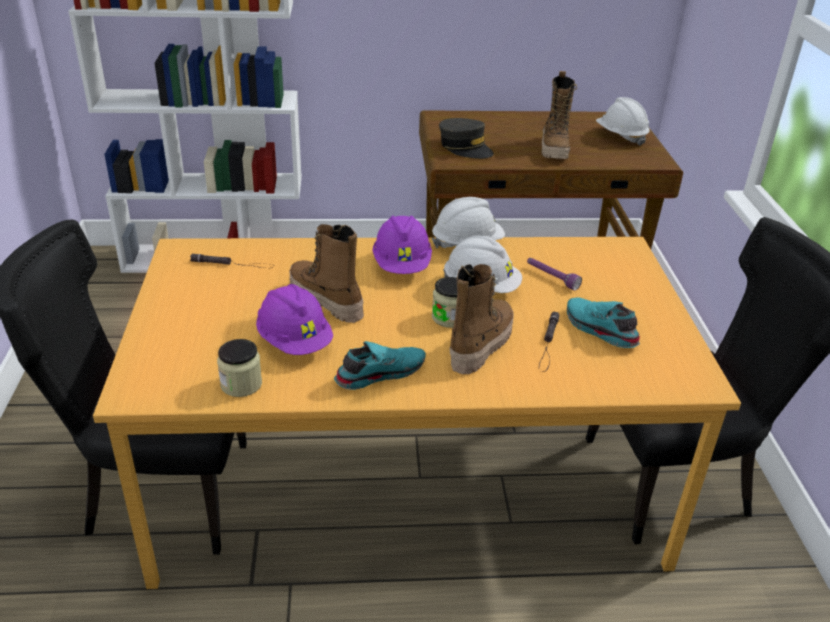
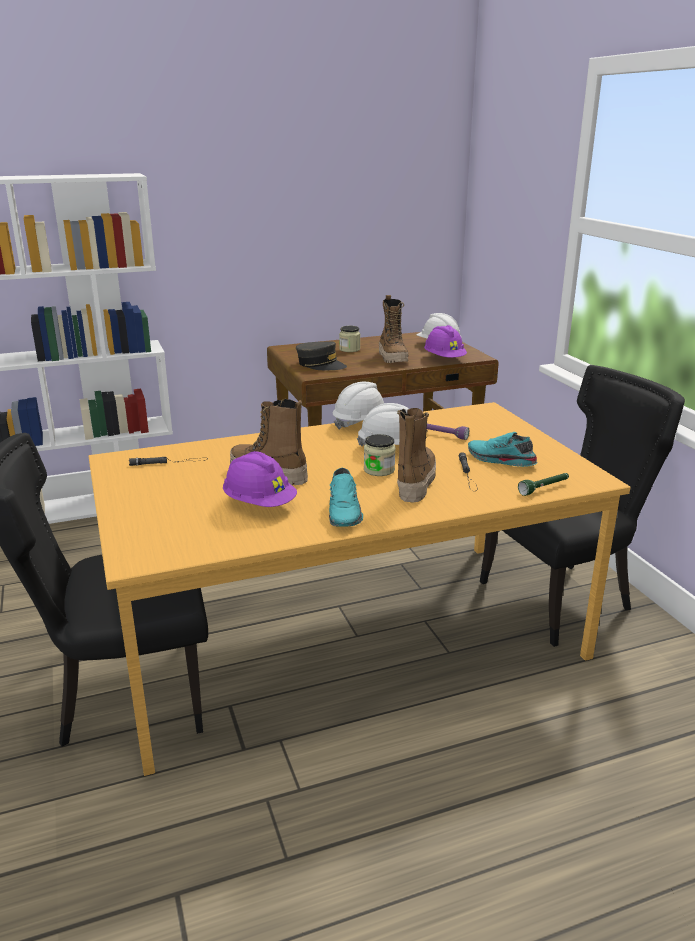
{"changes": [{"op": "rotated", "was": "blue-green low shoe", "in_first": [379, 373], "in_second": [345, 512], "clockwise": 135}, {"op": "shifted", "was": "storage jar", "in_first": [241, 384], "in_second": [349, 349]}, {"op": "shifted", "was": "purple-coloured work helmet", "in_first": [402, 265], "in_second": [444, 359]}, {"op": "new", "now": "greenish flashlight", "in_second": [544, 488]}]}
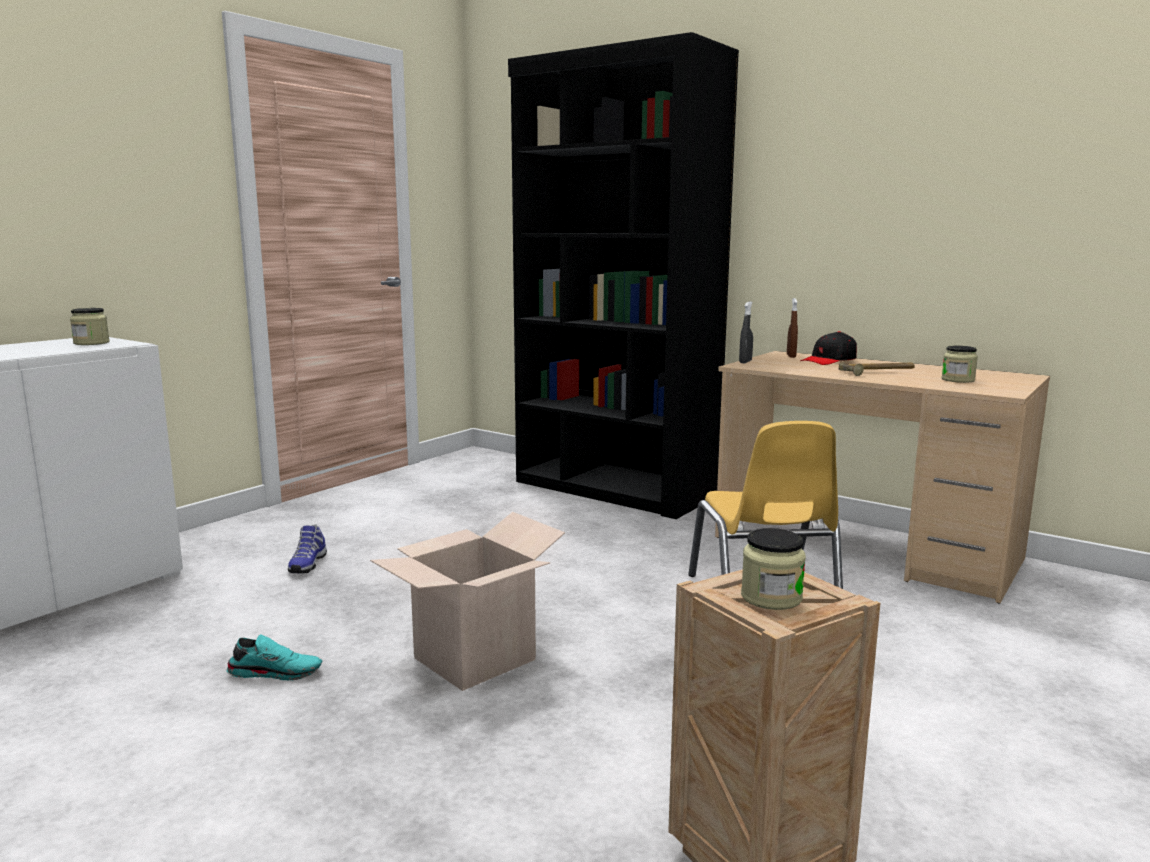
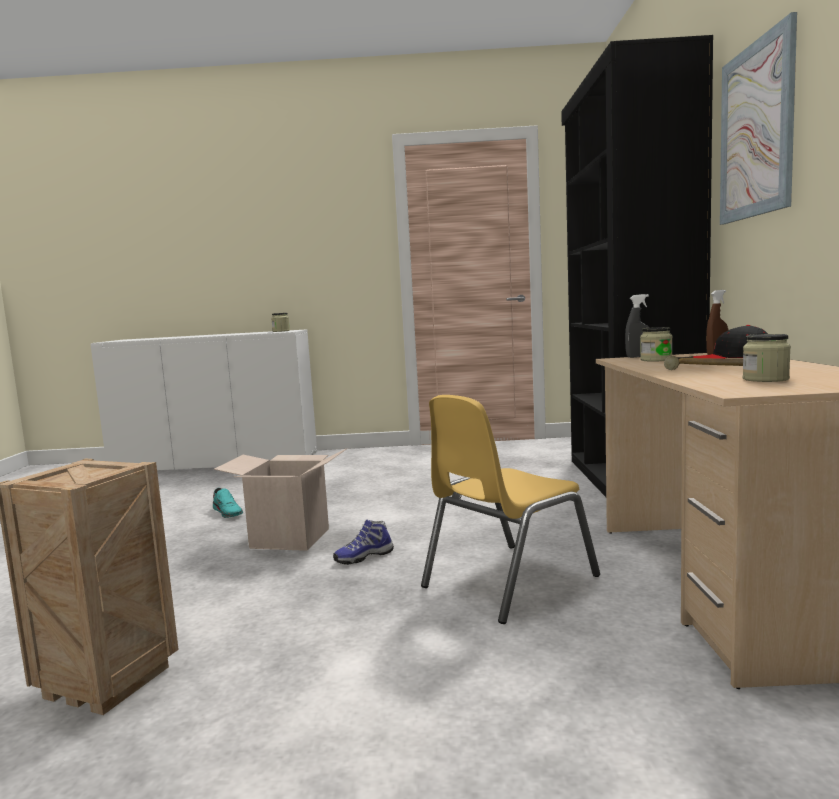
{"changes": [{"op": "shifted", "was": "low shoe", "in_first": [307, 564], "in_second": [363, 557]}, {"op": "shifted", "was": "storage jar", "in_first": [771, 597], "in_second": [656, 360]}, {"op": "new", "now": "wall picture", "in_second": [756, 131]}]}
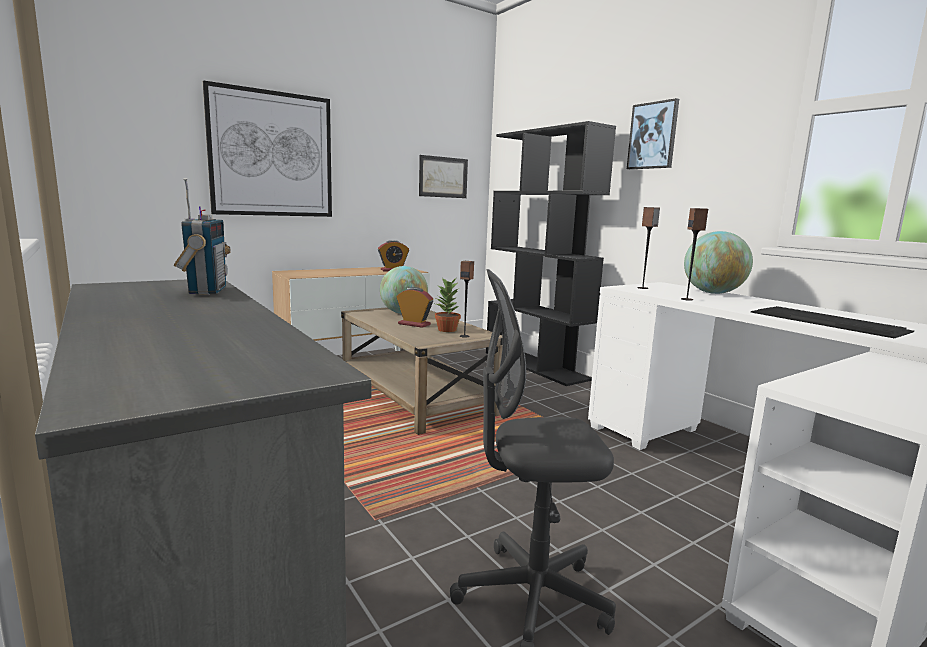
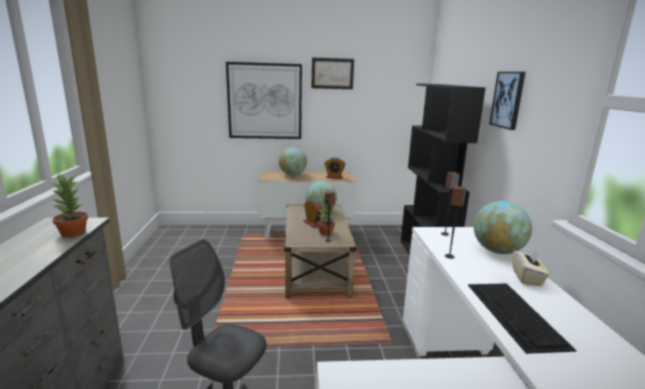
{"changes": [{"op": "swapped", "was": "radio receiver", "now": "potted plant", "in_first": [206, 290], "in_second": [74, 232]}, {"op": "new", "now": "desk globe", "in_second": [292, 175]}, {"op": "shifted", "was": "wall picture", "in_first": [443, 177], "in_second": [332, 73]}, {"op": "new", "now": "beige box of tissues", "in_second": [527, 277]}]}
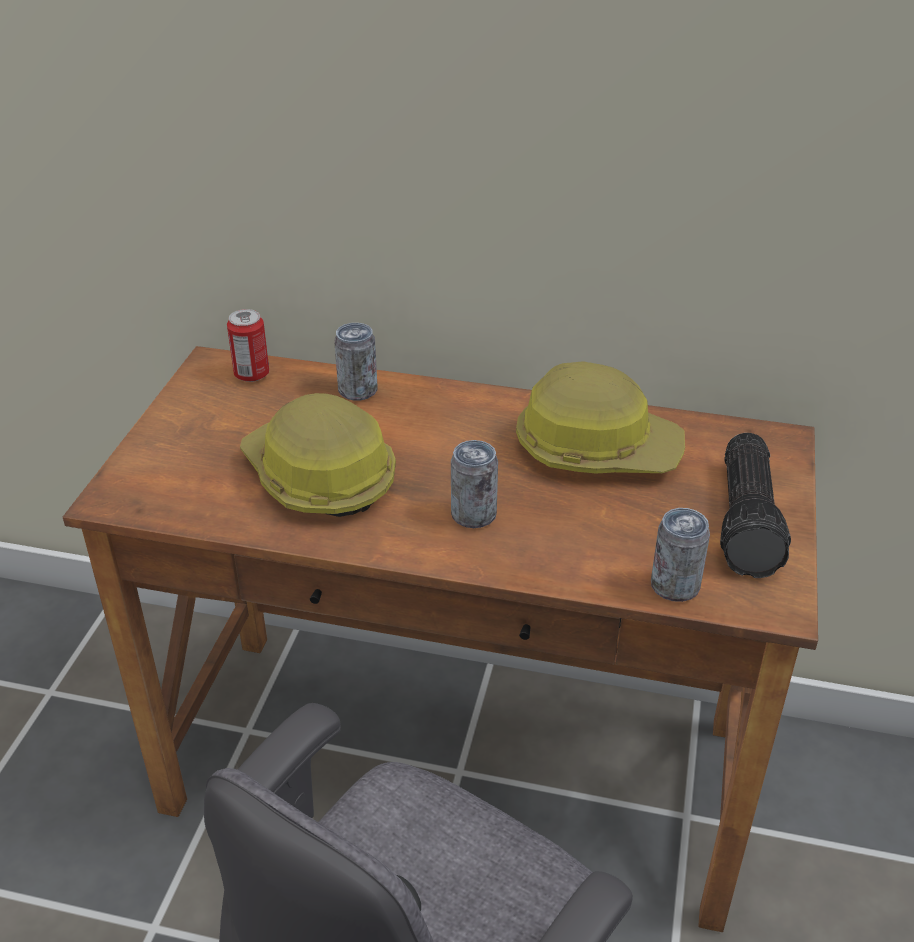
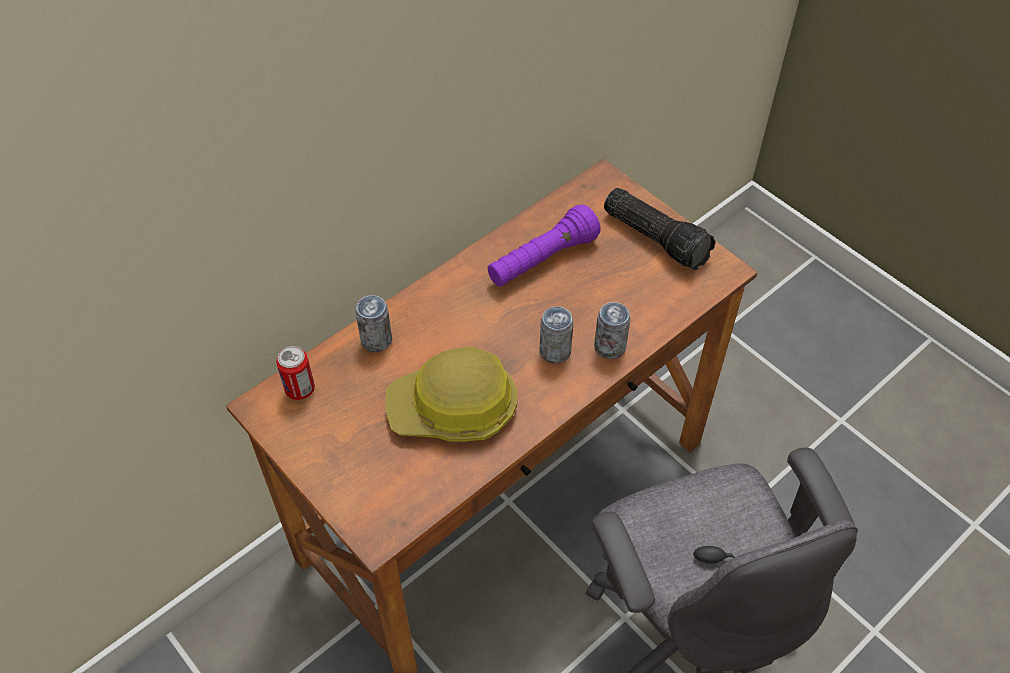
{"changes": [{"op": "swapped", "was": "work helmet", "now": "purple-coloured flashlight", "in_first": [596, 448], "in_second": [542, 260]}, {"op": "shifted", "was": "can", "in_first": [675, 586], "in_second": [609, 347]}]}
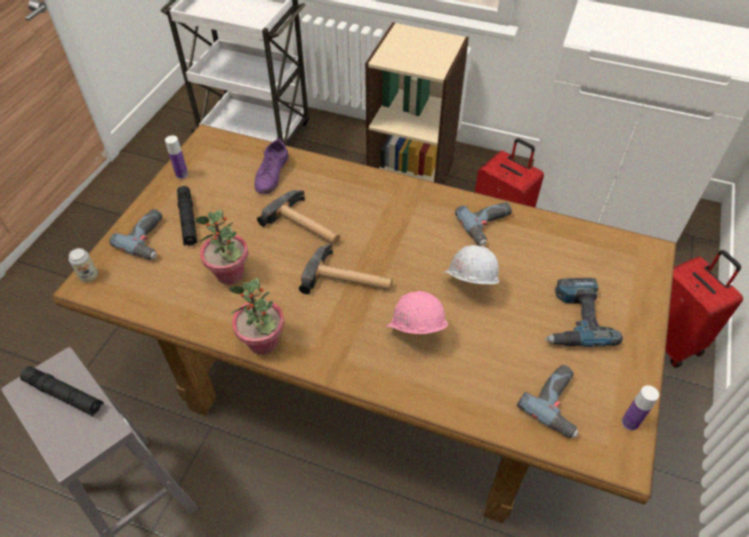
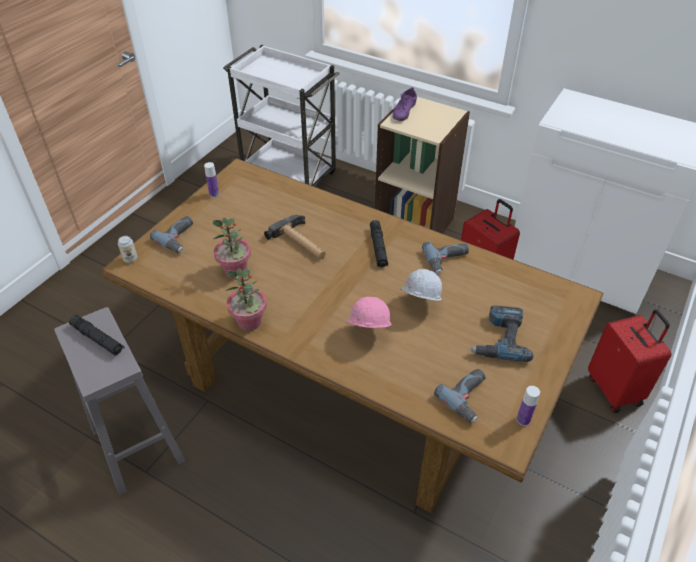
{"changes": [{"op": "shifted", "was": "blackish flashlight", "in_first": [188, 220], "in_second": [378, 248]}, {"op": "shifted", "was": "purple-coloured low shoe", "in_first": [272, 174], "in_second": [404, 111]}, {"op": "gone", "was": "hand hammer", "in_first": [349, 279]}]}
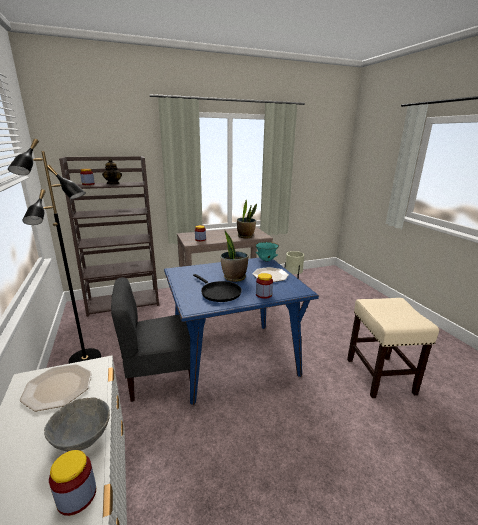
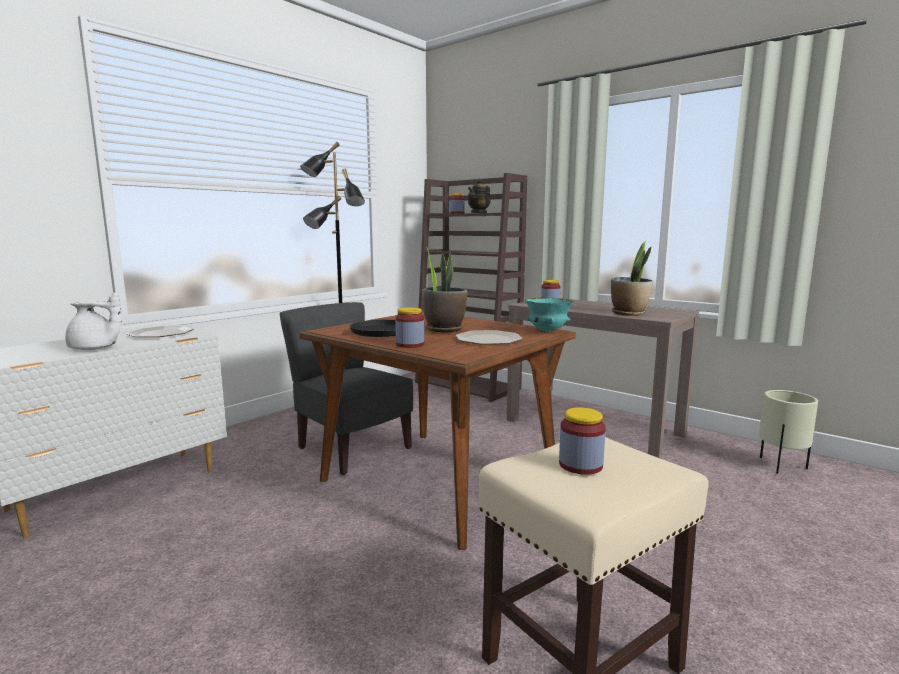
{"changes": [{"op": "swapped", "was": "gray deep dish", "now": "whitish pot for tea", "in_first": [83, 438], "in_second": [95, 348]}, {"op": "repainted", "was": "bluish dinner table", "now": "brown-coloured dinner table", "in_first": [233, 359], "in_second": [437, 480]}, {"op": "shifted", "was": "storage jar", "in_first": [77, 496], "in_second": [580, 465]}]}
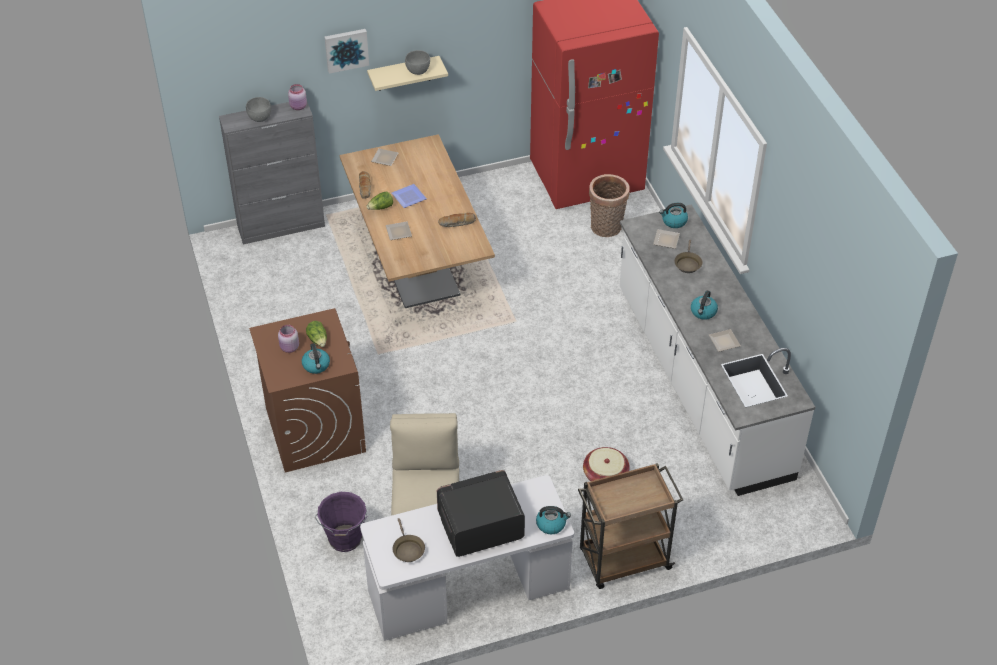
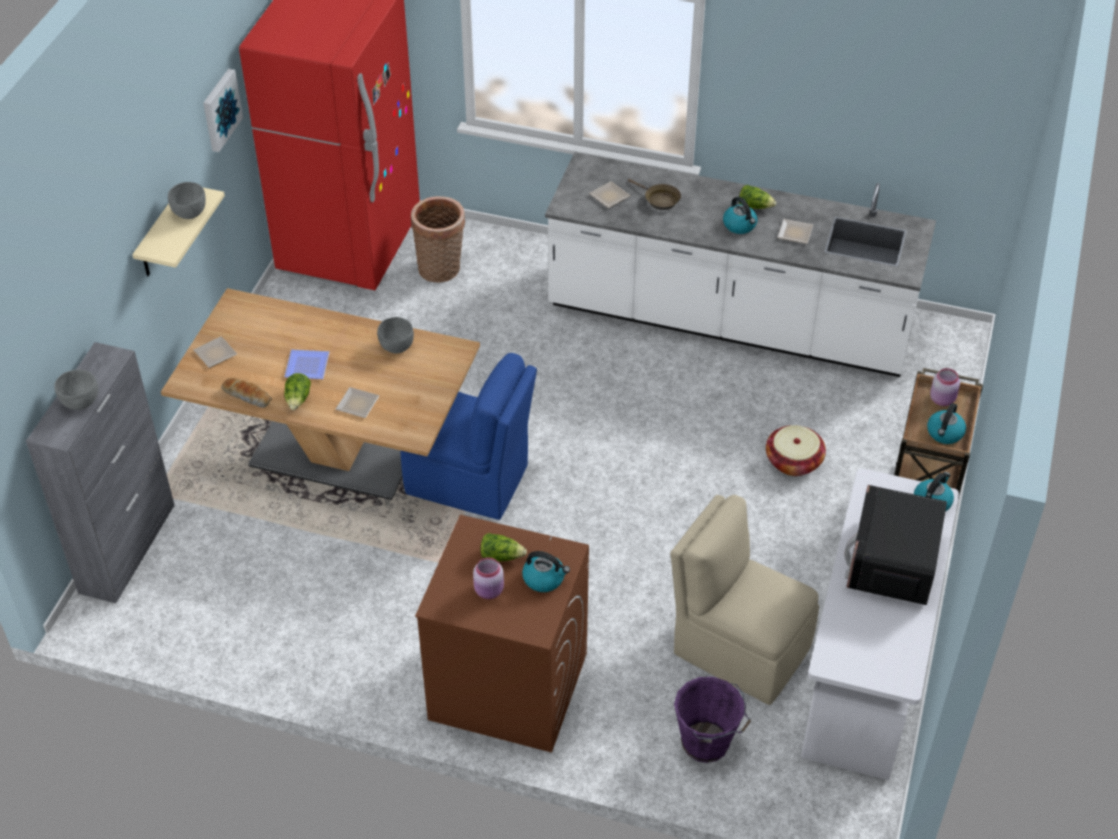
{"changes": [{"op": "shifted", "was": "wall picture", "in_first": [346, 49], "in_second": [220, 109]}, {"op": "swapped", "was": "baked bread", "now": "gray deep dish", "in_first": [457, 223], "in_second": [397, 347]}, {"op": "new", "now": "bluish plain chair", "in_second": [470, 481]}, {"op": "new", "now": "lettuce head", "in_second": [755, 206]}, {"op": "shifted", "was": "water kettle", "in_first": [674, 221], "in_second": [945, 433]}, {"op": "shifted", "was": "pink storage jar", "in_first": [298, 107], "in_second": [943, 399]}, {"op": "gone", "was": "brown-coloured skillet", "in_first": [407, 549]}]}
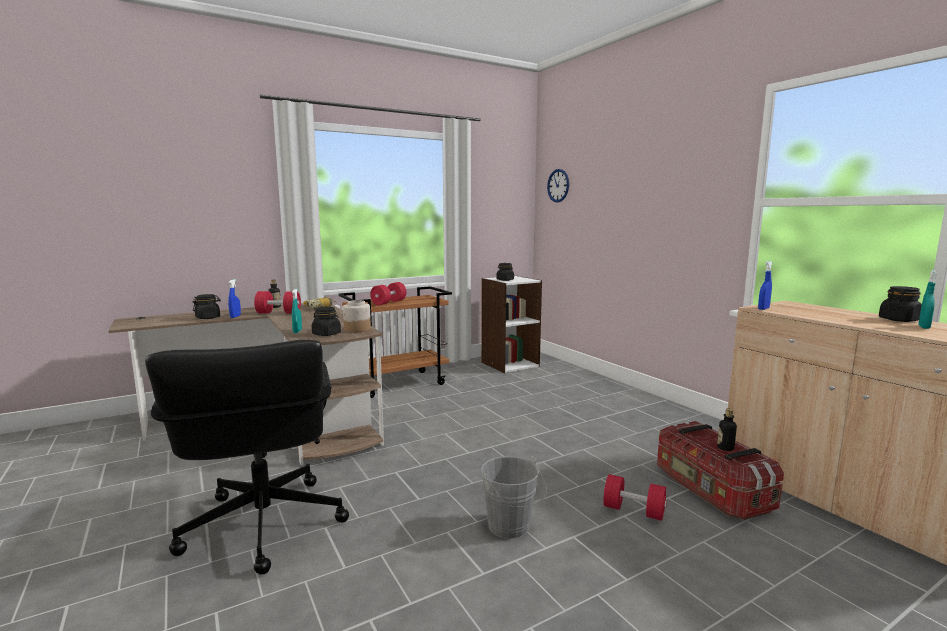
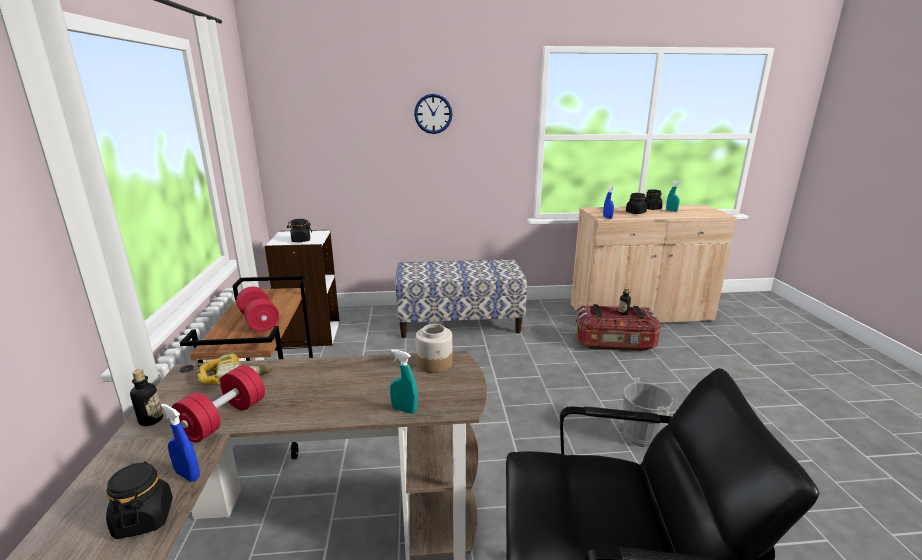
{"changes": [{"op": "new", "now": "bench", "in_second": [459, 323]}, {"op": "shifted", "was": "hanging clock", "in_first": [558, 185], "in_second": [433, 114]}, {"op": "shifted", "was": "blackish storage jar", "in_first": [326, 334], "in_second": [635, 212]}, {"op": "gone", "was": "reddish hand weight", "in_first": [633, 511]}]}
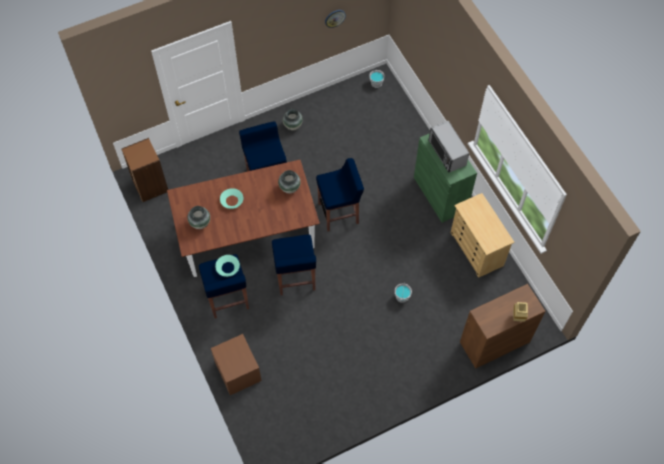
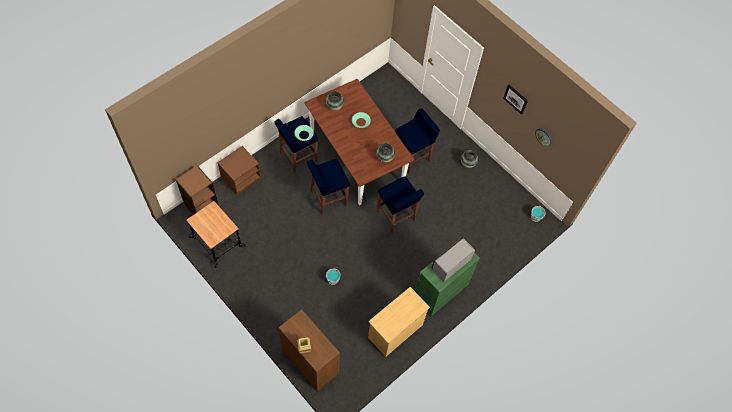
{"changes": [{"op": "shifted", "was": "brown-coloured bookshelf", "in_first": [150, 185], "in_second": [201, 205]}, {"op": "new", "now": "cart", "in_second": [217, 242]}, {"op": "new", "now": "wall picture", "in_second": [516, 99]}]}
